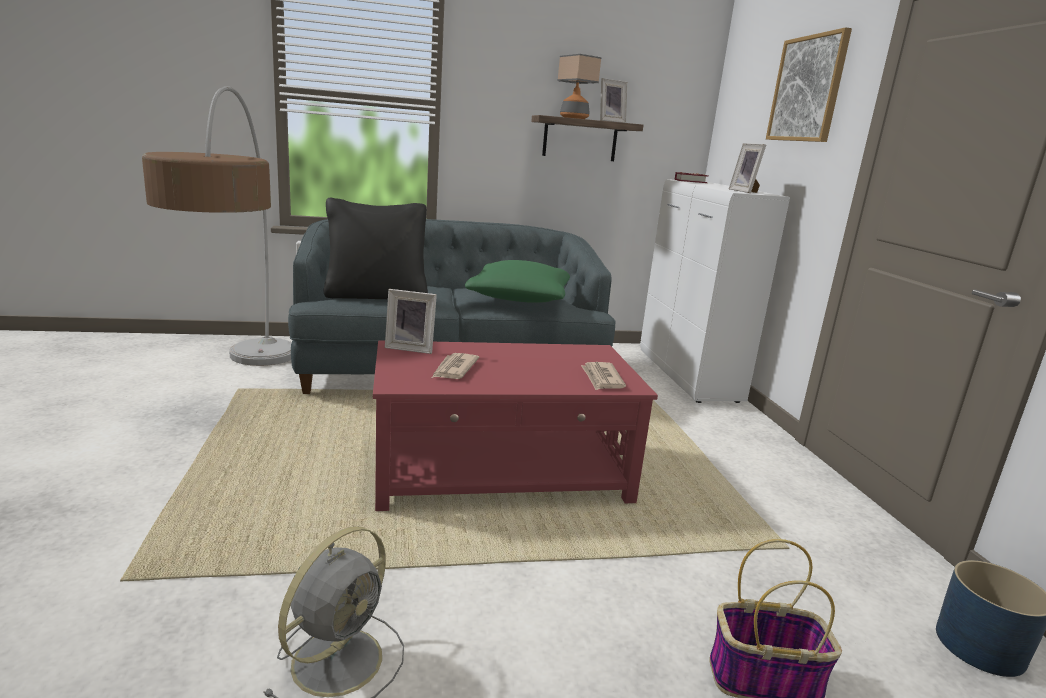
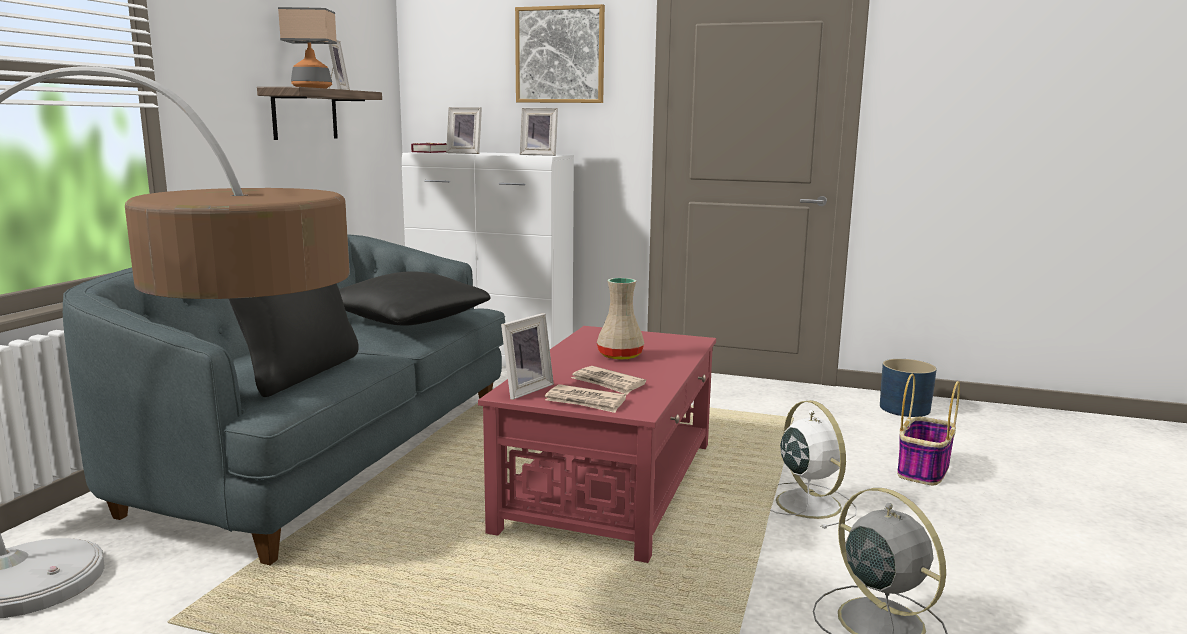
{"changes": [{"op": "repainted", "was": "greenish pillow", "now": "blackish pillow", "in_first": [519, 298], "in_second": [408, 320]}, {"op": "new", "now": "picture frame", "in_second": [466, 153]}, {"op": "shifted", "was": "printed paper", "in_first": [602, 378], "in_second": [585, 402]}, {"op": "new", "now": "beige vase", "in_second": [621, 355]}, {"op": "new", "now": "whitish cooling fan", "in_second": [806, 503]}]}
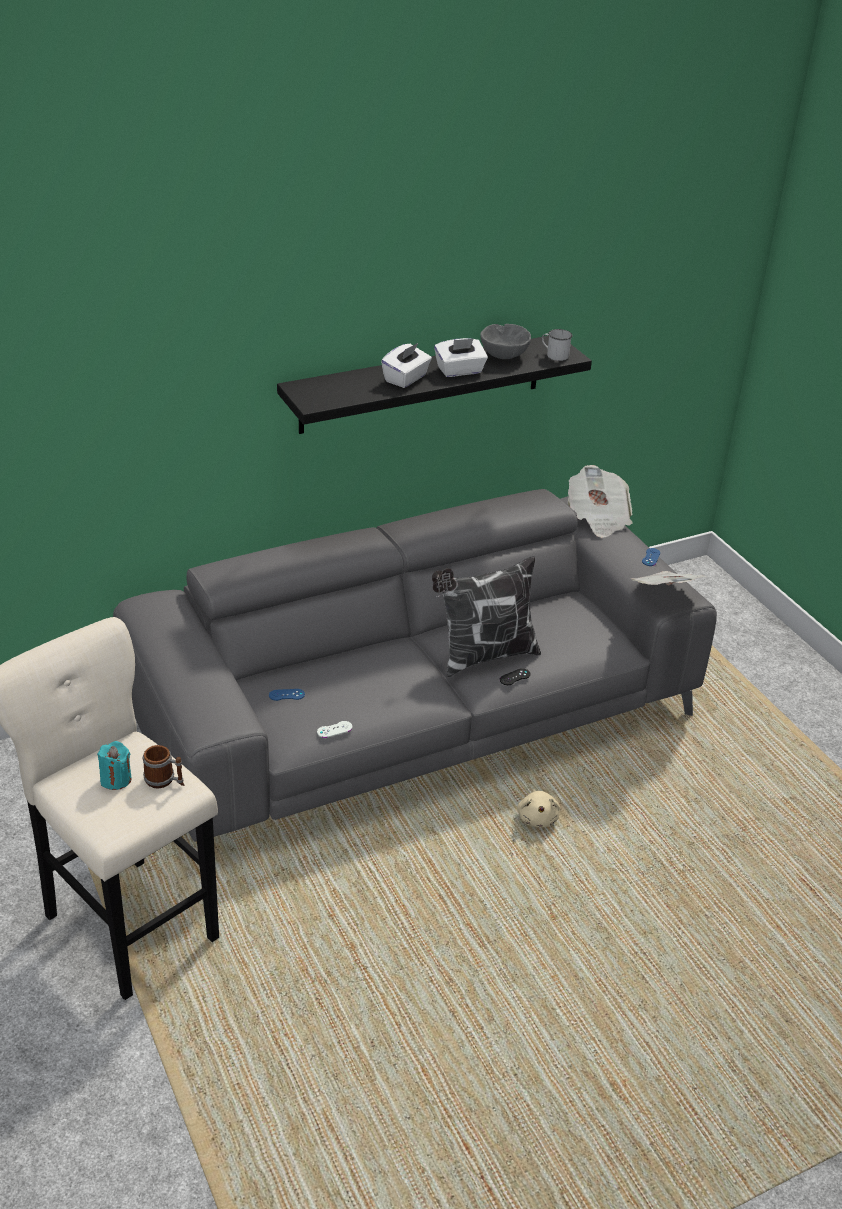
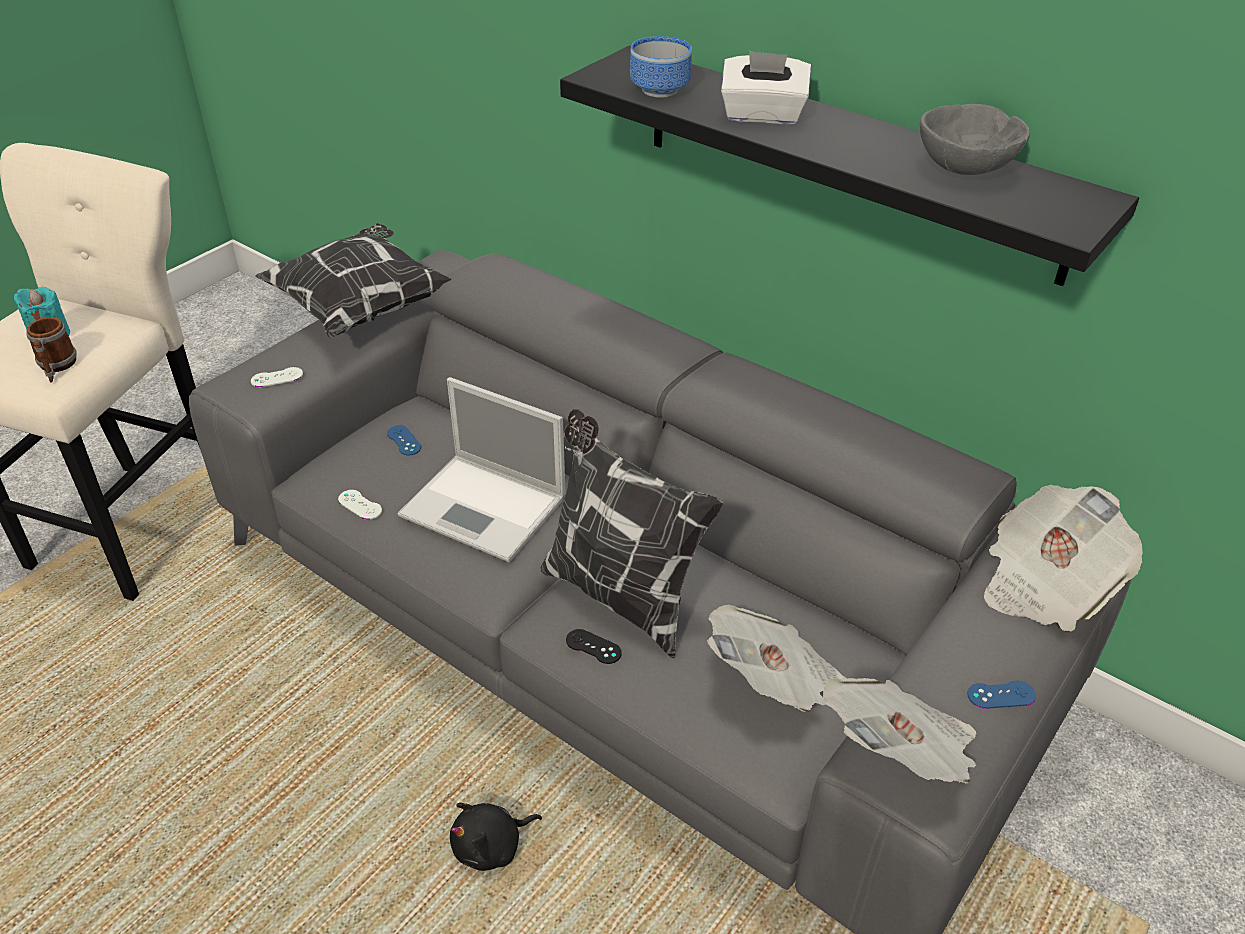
{"changes": [{"op": "new", "now": "whitish gamepad", "in_second": [277, 377]}, {"op": "new", "now": "pillow", "in_second": [362, 307]}, {"op": "new", "now": "notebook computer", "in_second": [486, 508]}, {"op": "repainted", "was": "beige soft toy", "now": "blackish soft toy", "in_first": [537, 817], "in_second": [491, 846]}, {"op": "new", "now": "deep dish", "in_second": [661, 89]}, {"op": "new", "now": "printed paper", "in_second": [774, 681]}, {"op": "gone", "was": "whitish box of tissues", "in_first": [460, 371]}, {"op": "gone", "was": "whitish mug", "in_first": [554, 355]}]}
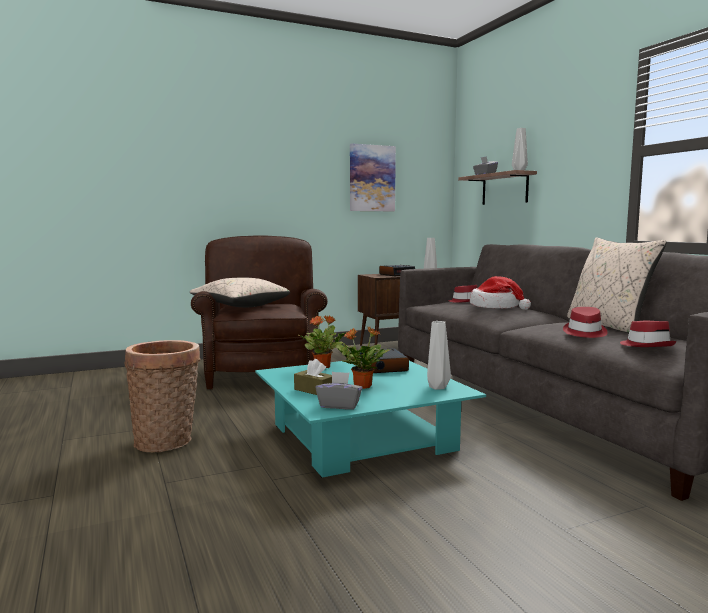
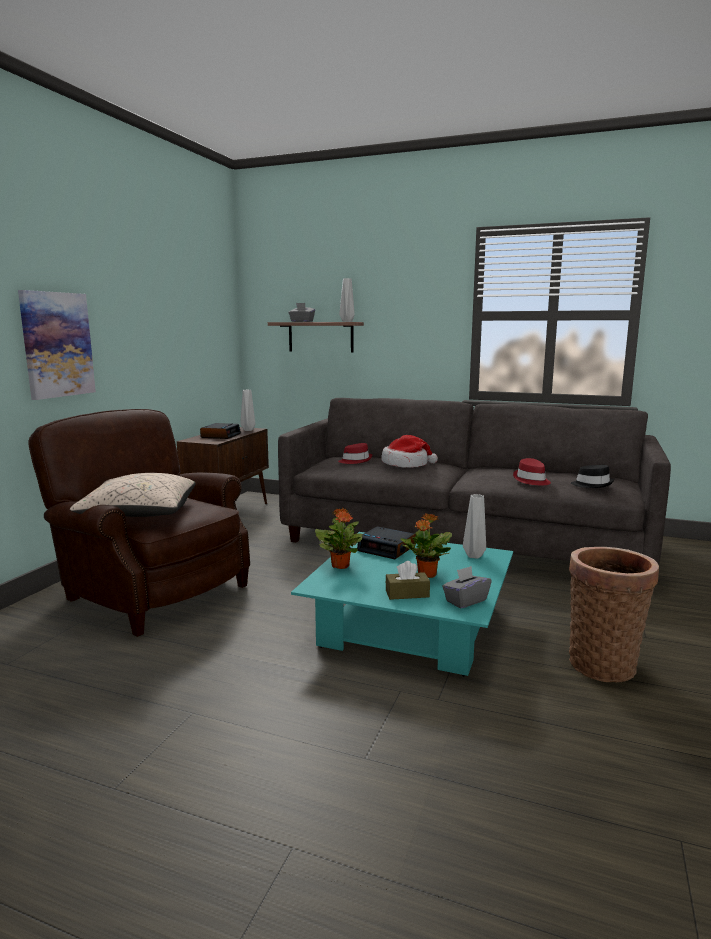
{"changes": [{"op": "shifted", "was": "wall picture", "in_first": [372, 178], "in_second": [57, 344]}, {"op": "shifted", "was": "basket", "in_first": [167, 441], "in_second": [603, 662]}, {"op": "repainted", "was": "reddish hat", "now": "blackish hat", "in_first": [647, 345], "in_second": [592, 484]}, {"op": "gone", "was": "beige pillow", "in_first": [608, 325]}]}
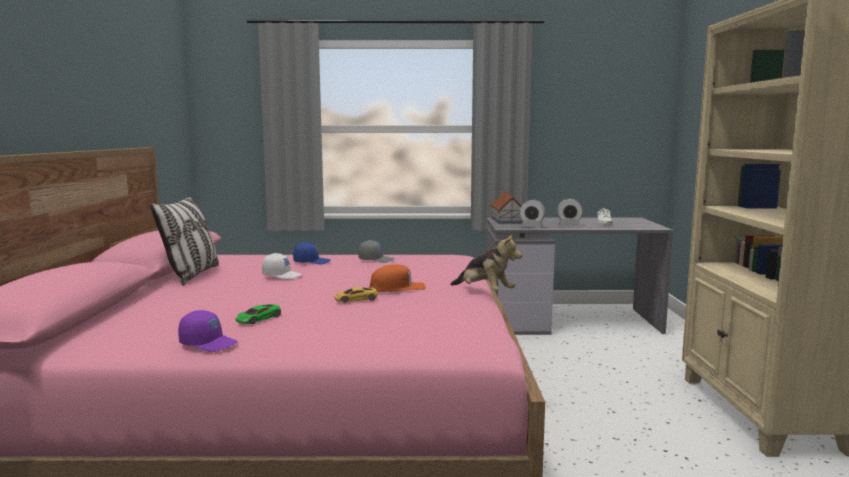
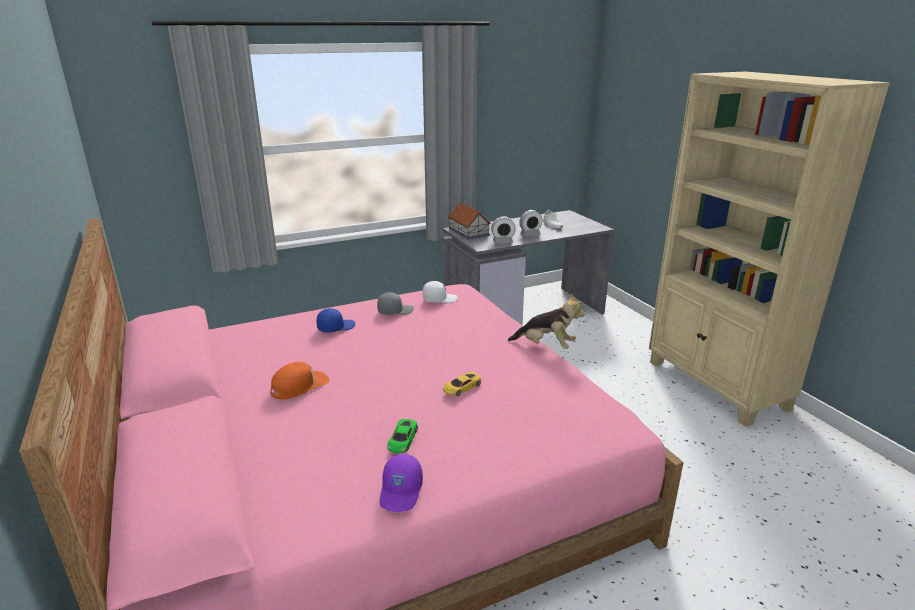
{"changes": [{"op": "shifted", "was": "orange-coloured baseball cap", "in_first": [397, 288], "in_second": [299, 386]}, {"op": "rotated", "was": "purple-coloured baseball cap", "in_first": [209, 343], "in_second": [401, 492], "clockwise": 105}, {"op": "shifted", "was": "whitish baseball cap", "in_first": [282, 275], "in_second": [439, 299]}, {"op": "gone", "was": "pillow", "in_first": [191, 275]}]}
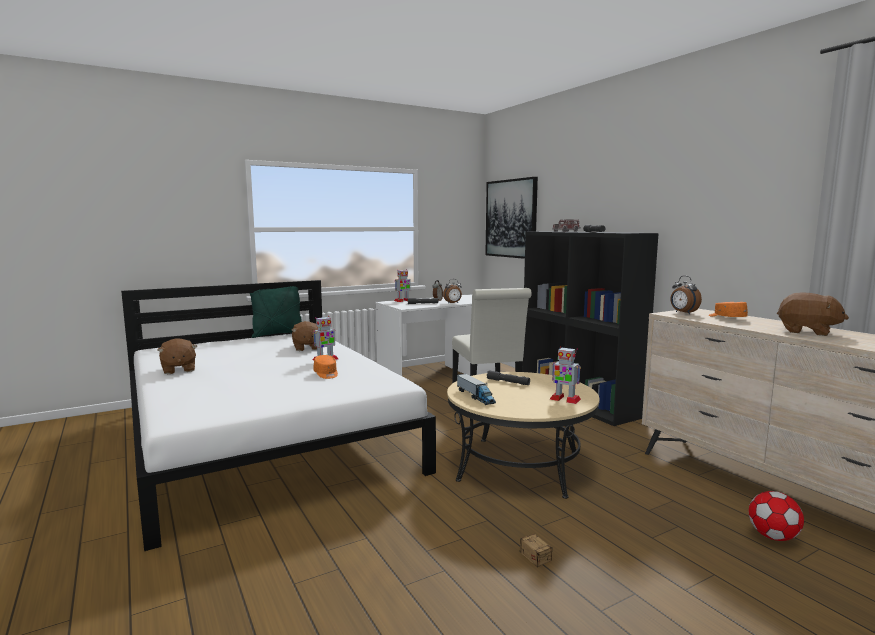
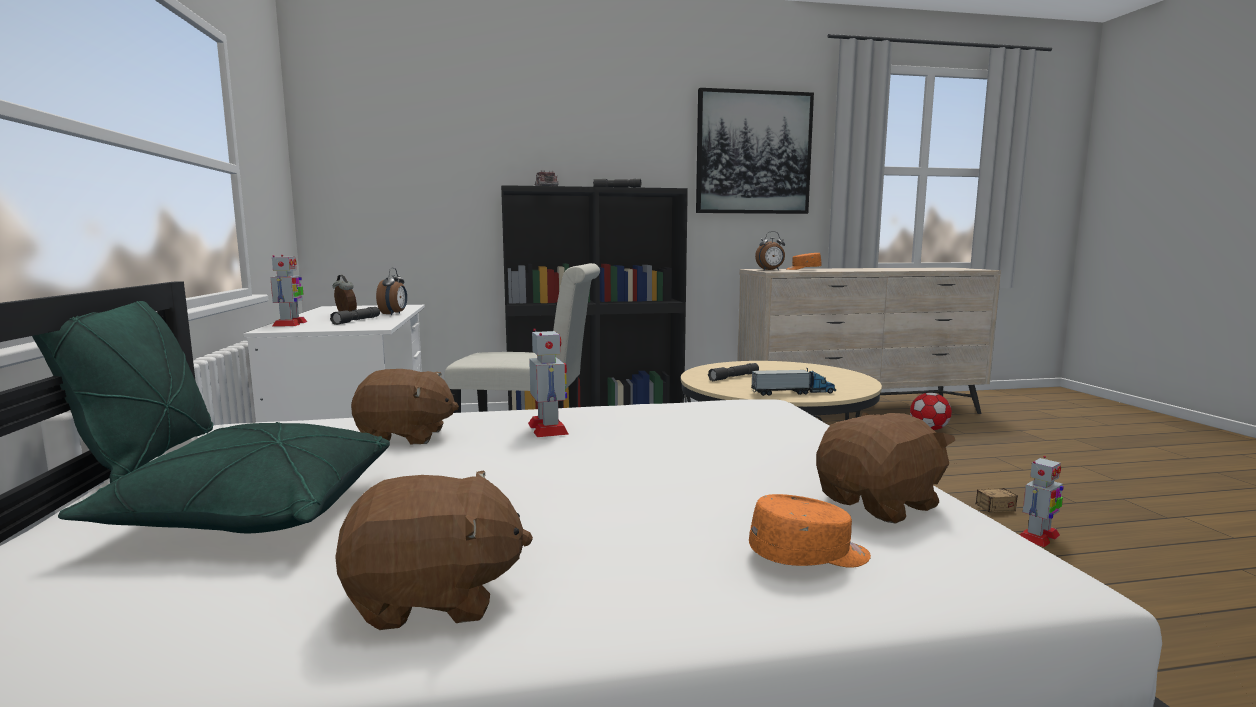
{"changes": [{"op": "new", "now": "greenish pillow", "in_second": [255, 514]}, {"op": "shifted", "was": "wall picture", "in_first": [511, 218], "in_second": [753, 153]}, {"op": "shifted", "was": "orange-coloured baseball cap", "in_first": [326, 374], "in_second": [809, 556]}, {"op": "shifted", "was": "brown-coloured soft toy", "in_first": [807, 332], "in_second": [880, 504]}, {"op": "shifted", "was": "model robot", "in_first": [564, 399], "in_second": [1038, 537]}]}
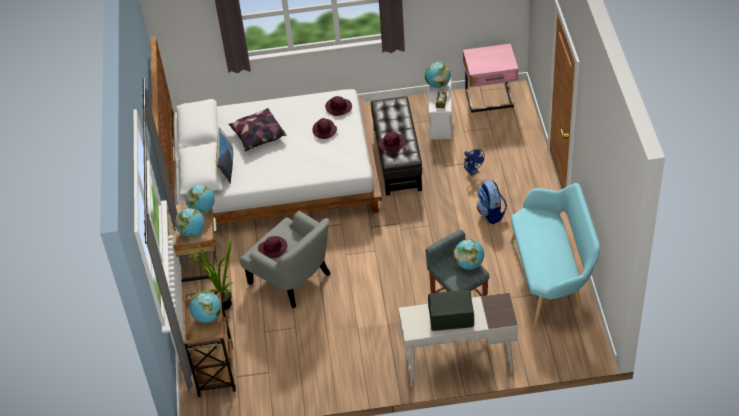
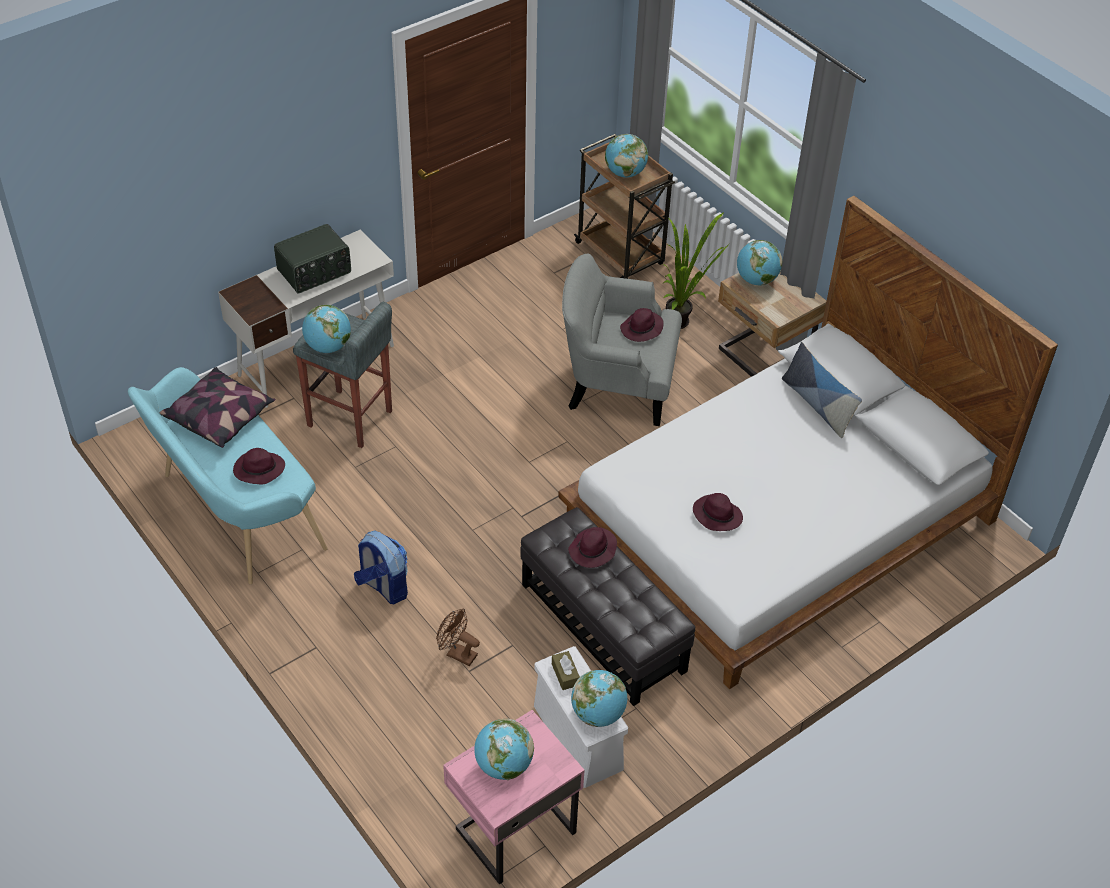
{"changes": [{"op": "shifted", "was": "pillow", "in_first": [258, 136], "in_second": [220, 417]}, {"op": "shifted", "was": "purple-coloured hat", "in_first": [339, 108], "in_second": [258, 470]}, {"op": "repainted", "was": "bluish cooling fan", "now": "brown-coloured cooling fan", "in_first": [472, 171], "in_second": [457, 654]}, {"op": "shifted", "was": "desk globe", "in_first": [202, 209], "in_second": [503, 765]}]}
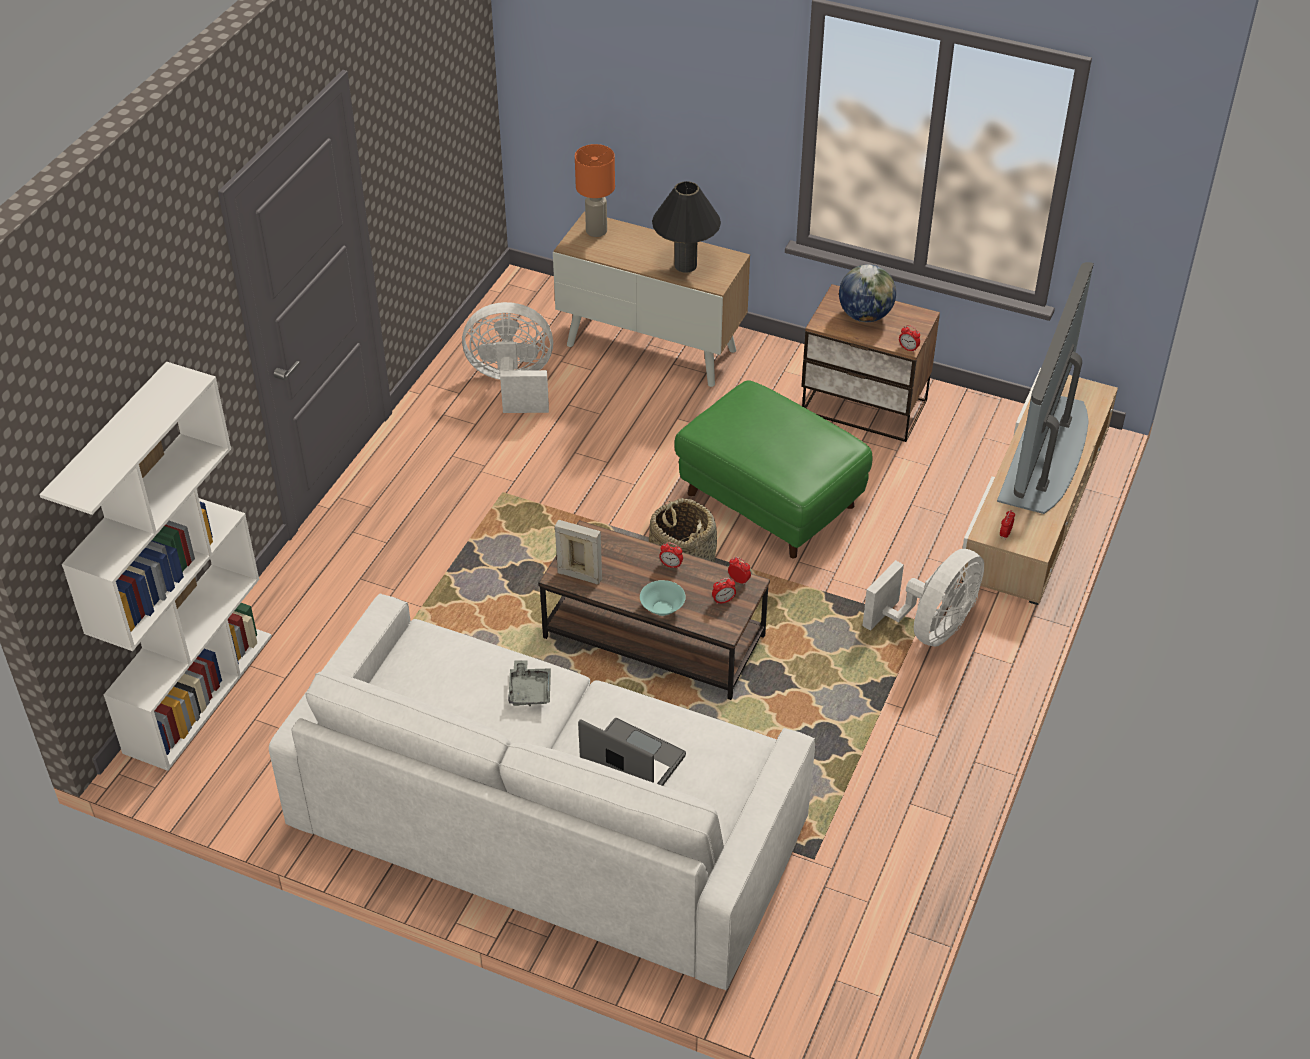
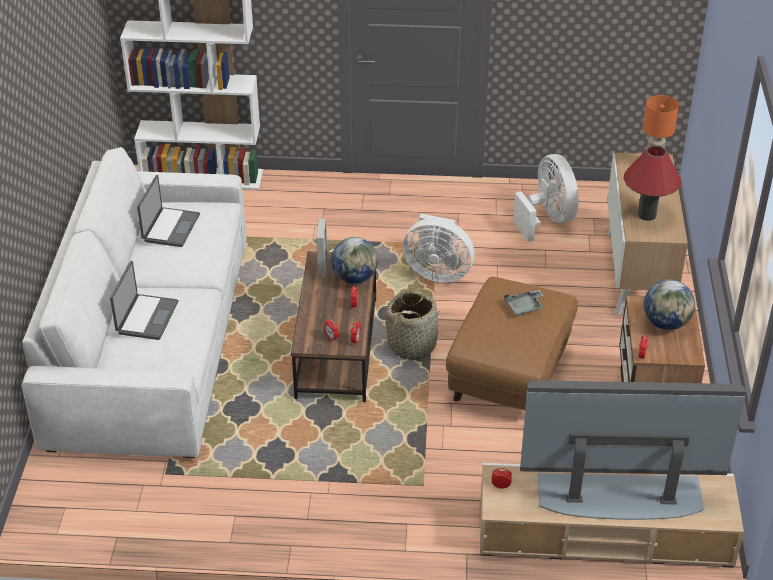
{"changes": [{"op": "new", "now": "notebook computer", "in_second": [170, 228]}, {"op": "new", "now": "desk globe", "in_second": [355, 278]}, {"op": "shifted", "was": "whitish cooling fan", "in_first": [929, 628], "in_second": [437, 272]}, {"op": "repainted", "was": "greenish ottoman", "now": "brown-coloured ottoman", "in_first": [771, 499], "in_second": [510, 374]}, {"op": "shifted", "was": "gray serving tray", "in_first": [529, 690], "in_second": [524, 307]}, {"op": "repainted", "was": "blackish lamp for a table", "now": "reddish lamp for a table", "in_first": [685, 265], "in_second": [646, 215]}, {"op": "gone", "was": "blue-green deep dish", "in_first": [662, 608]}]}
